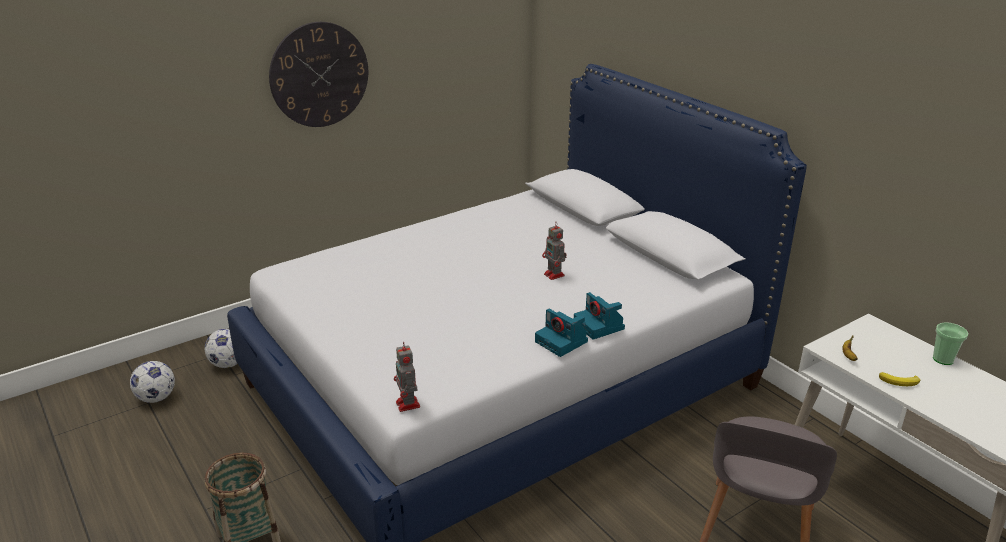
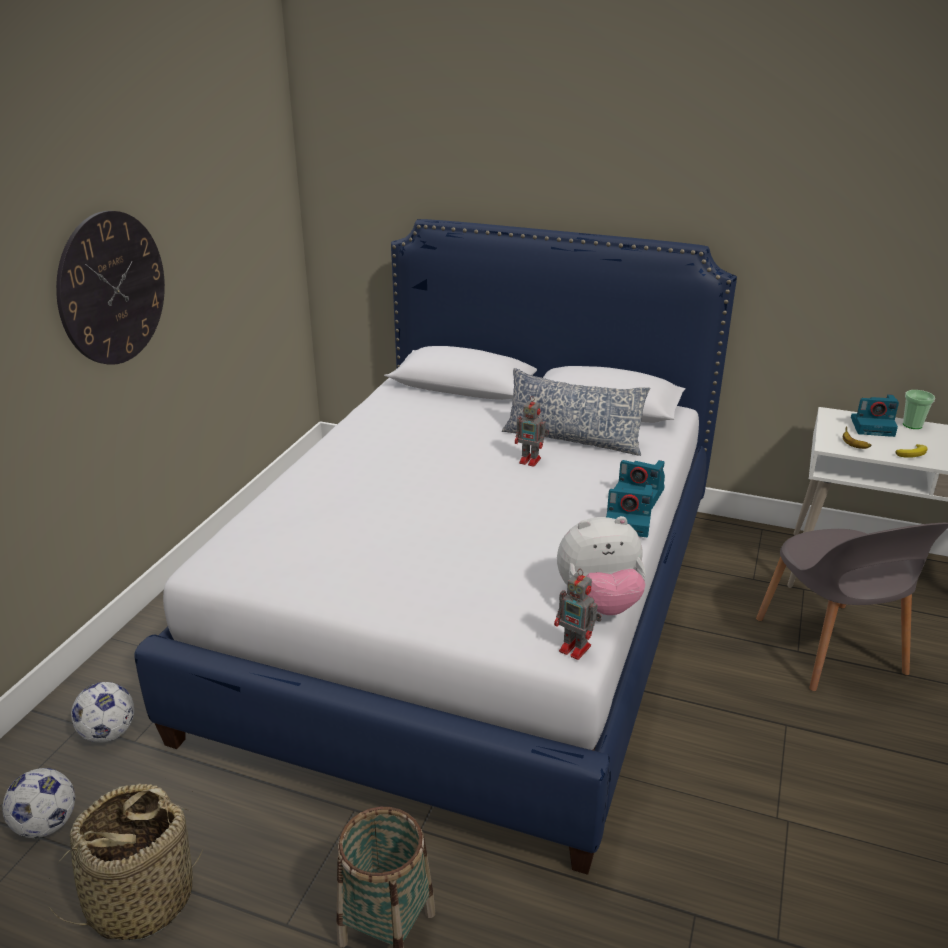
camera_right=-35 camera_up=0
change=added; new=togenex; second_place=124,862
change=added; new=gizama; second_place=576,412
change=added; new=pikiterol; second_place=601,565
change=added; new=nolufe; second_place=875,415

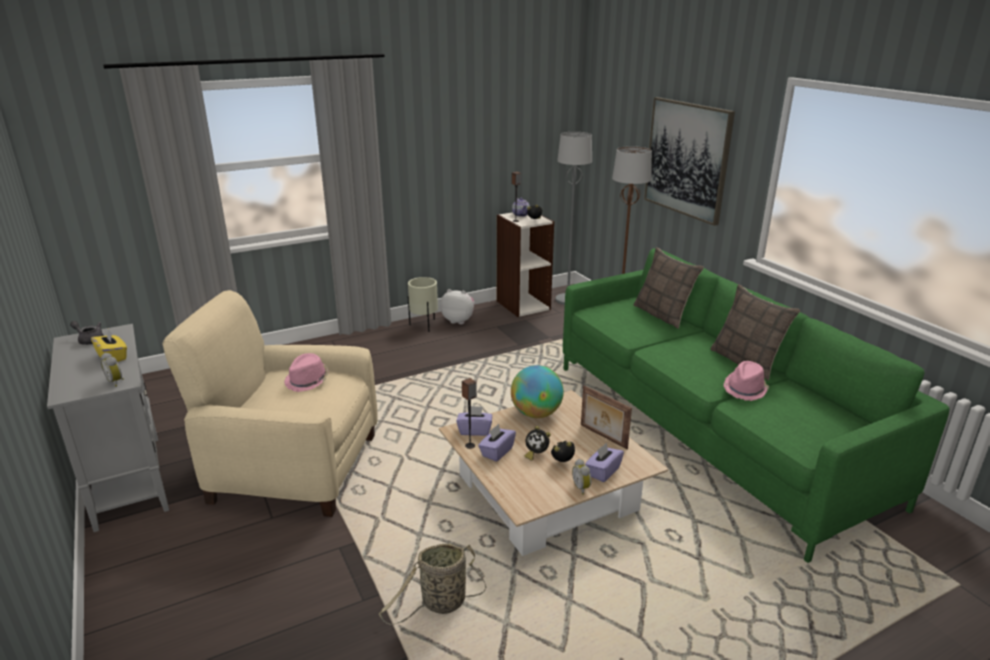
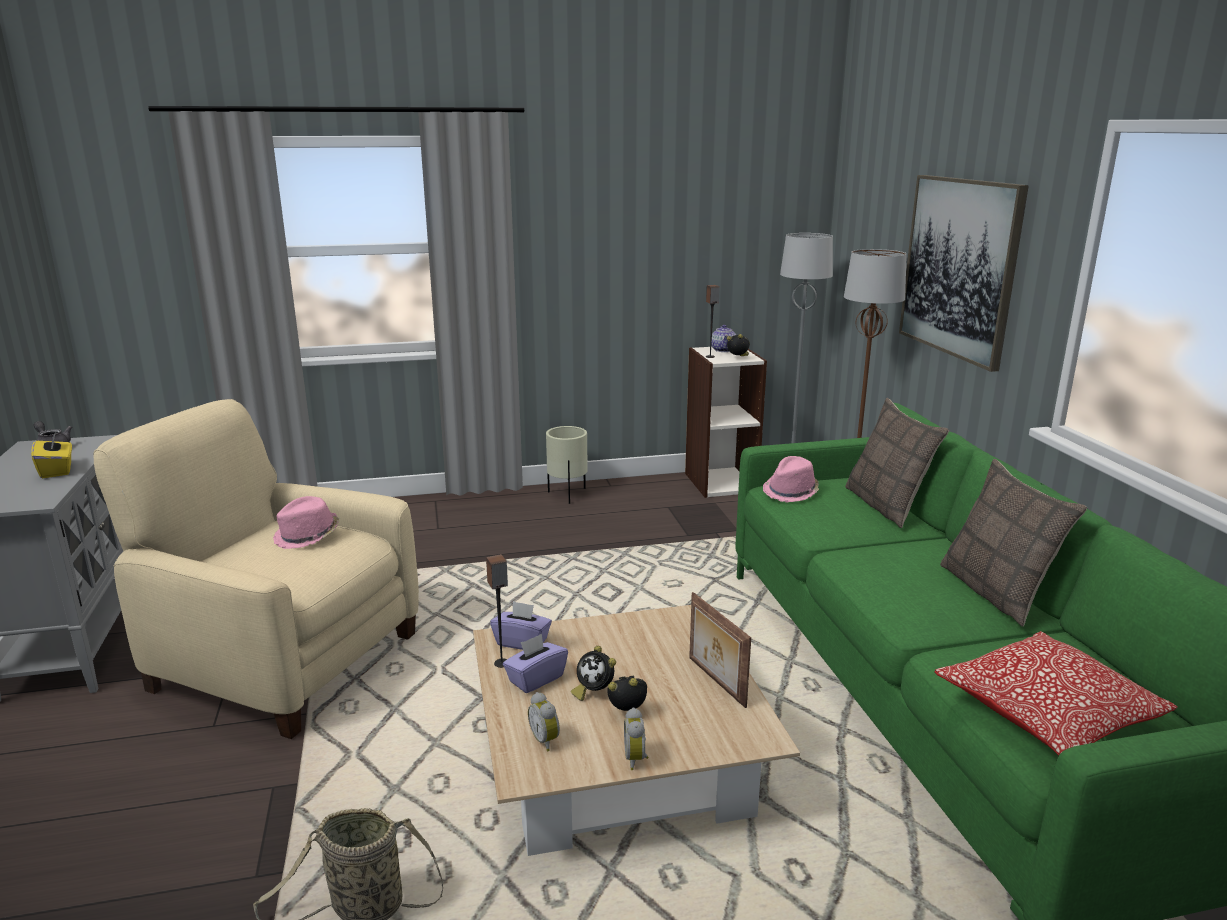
camera_right=15 camera_up=-5
change=moved; old=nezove; first_place=112,370; second_place=544,721
change=moved; old=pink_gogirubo; first_place=746,381; second_place=791,479
change=added; new=gizama; second_place=1056,693
change=removed; old=pikiterol; first_place=457,306
change=removed; old=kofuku; first_place=537,391
change=removed; old=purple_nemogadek; first_place=604,462

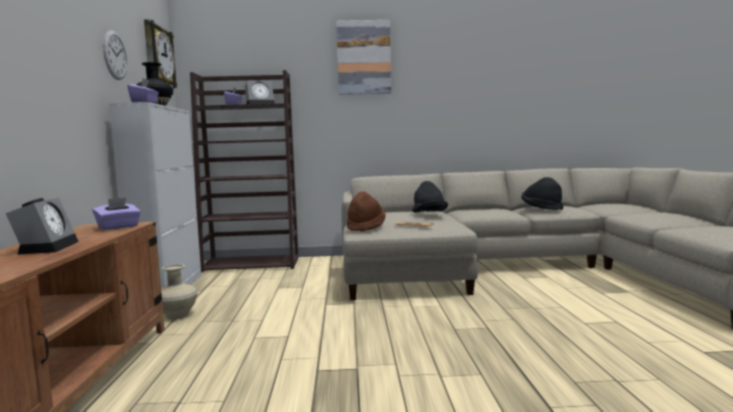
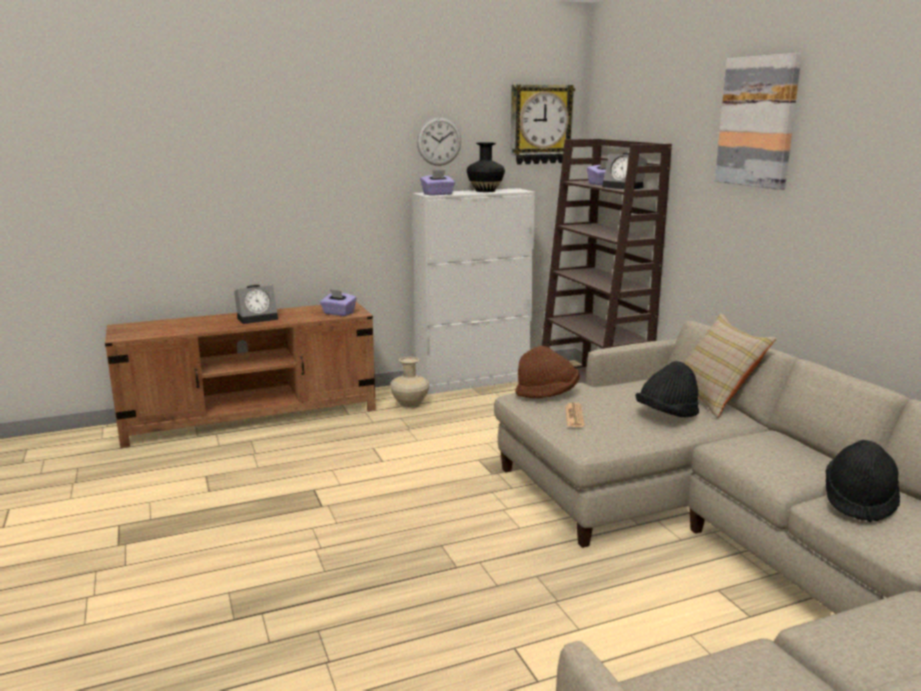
camera_right=70 camera_up=10
change=added; new=beige_gizama; second_place=730,365

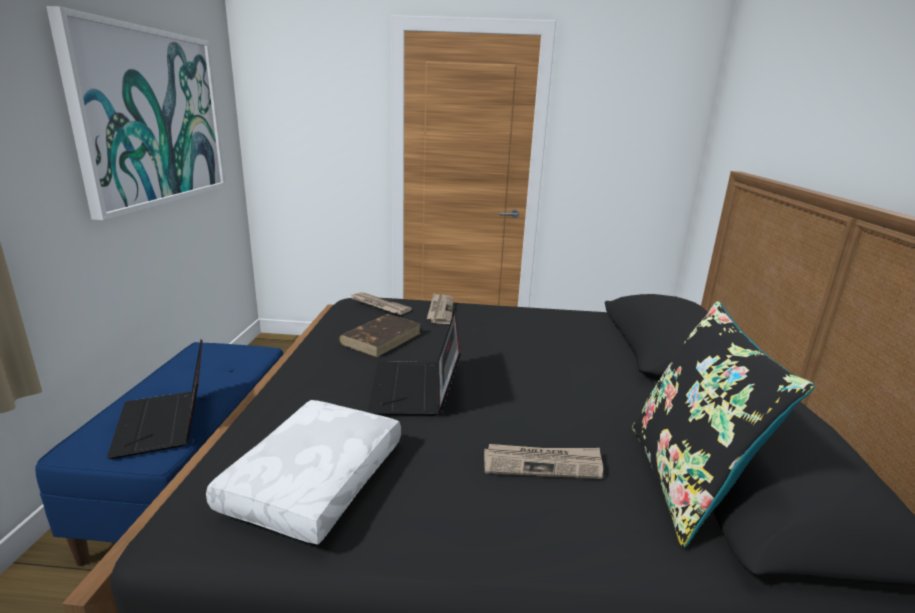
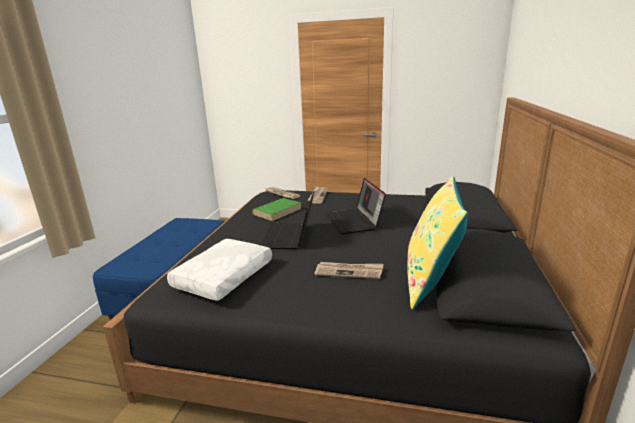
camera_right=10 camera_up=0
change=recoloured; old=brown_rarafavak; new=green_rarafavak; first_place=380,335; second_place=277,209
change=moved; old=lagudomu; first_place=155,399; second_place=355,206
change=recoloured; old=black_gizama; new=yellow_gizama; first_place=723,424; second_place=437,243
change=removed; old=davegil; first_place=136,113

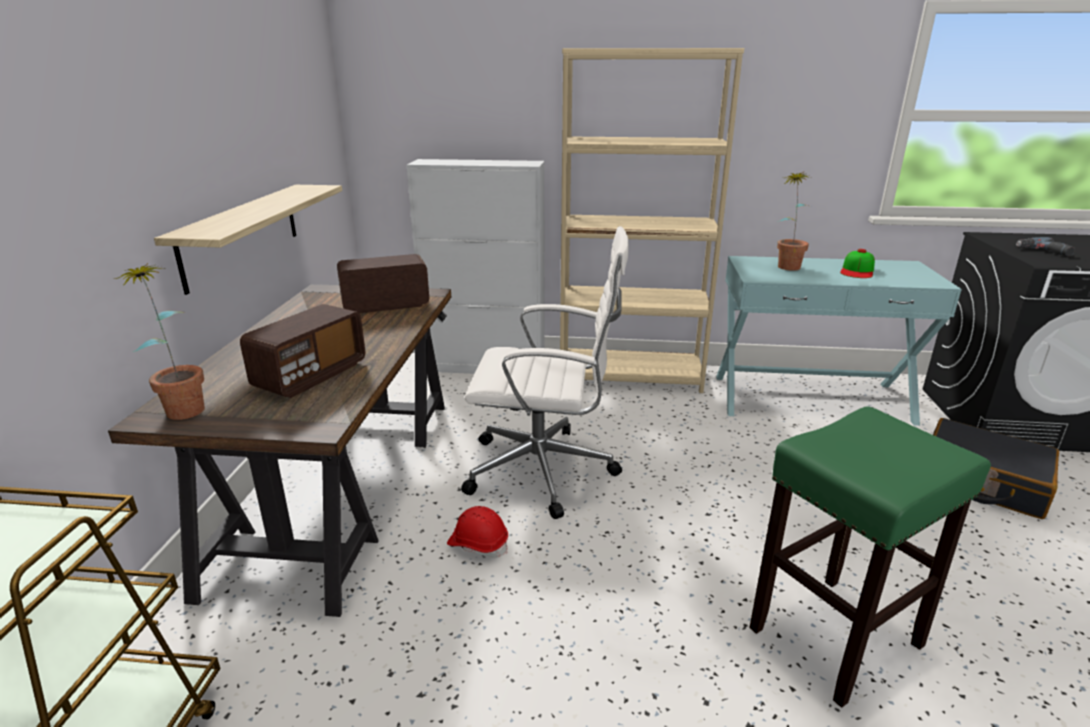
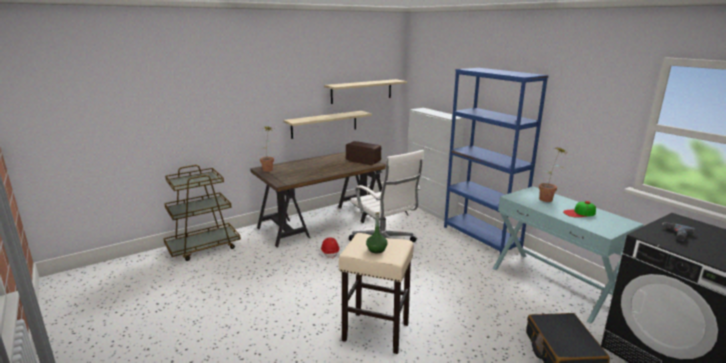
camera_right=50 camera_up=-5
change=added; new=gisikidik; second_place=365,91
change=recoloured; old=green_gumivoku; new=beige_gumivoku; first_place=870,557; second_place=376,293
change=added; new=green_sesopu; second_place=377,232
change=recoloured; old=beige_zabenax; new=blue_zabenax; first_place=652,220; second_place=496,161
change=removed; old=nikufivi; first_place=302,351

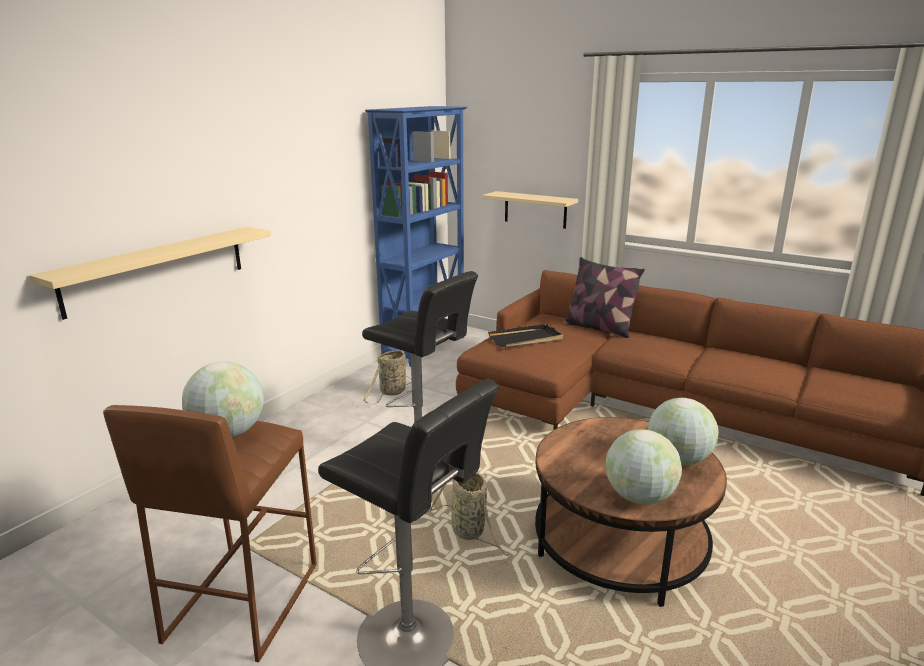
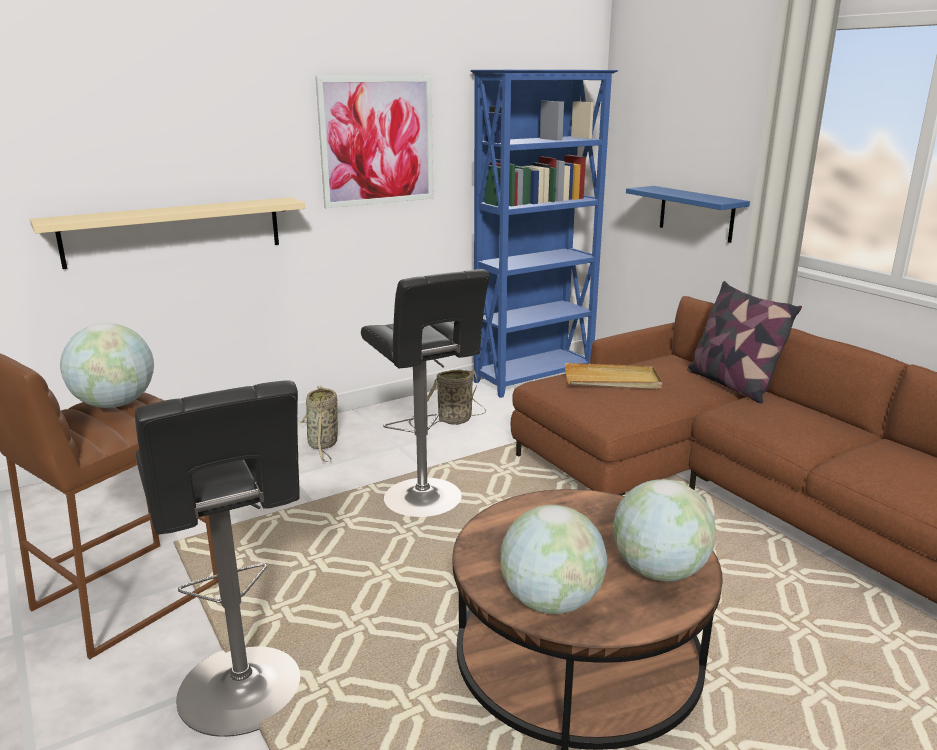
camera_right=25 camera_up=0
change=moved; old=togenex; first_place=468,514; second_place=319,424
change=added; new=davegil; second_place=374,142
change=recoloured; old=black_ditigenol; new=beige_ditigenol; first_place=525,336; second_place=613,376
change=recoloured; old=beige_gisikidik; new=blue_gisikidik; first_place=530,210; second_place=688,214

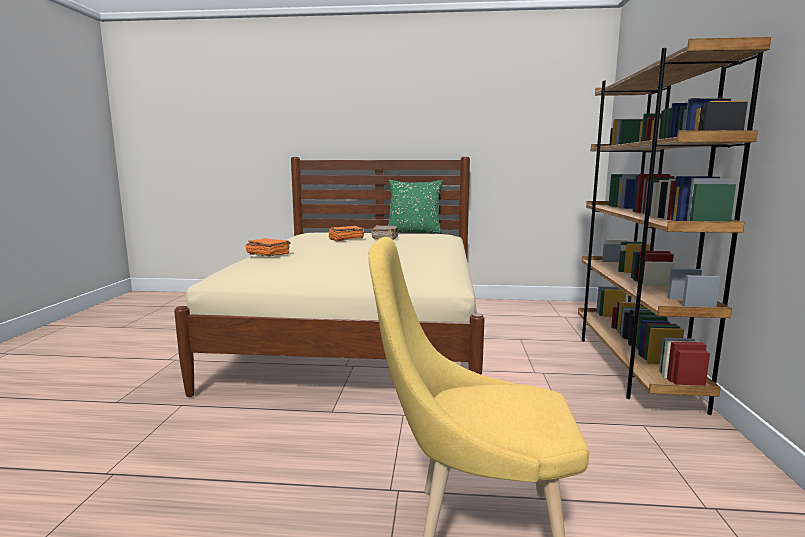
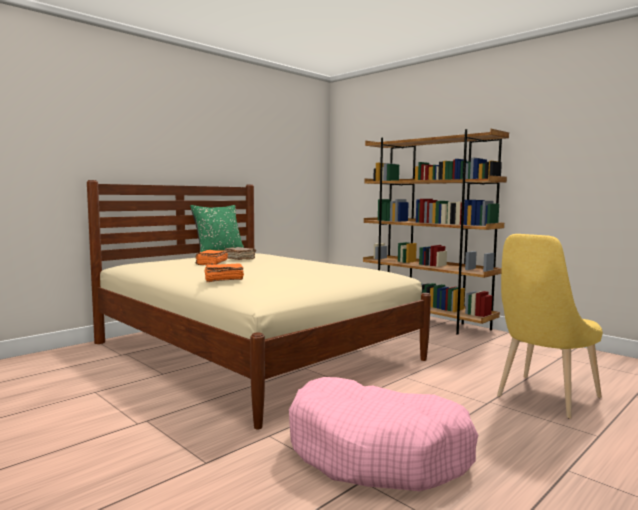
camera_right=-50 camera_up=-5
change=added; new=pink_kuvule; second_place=383,434

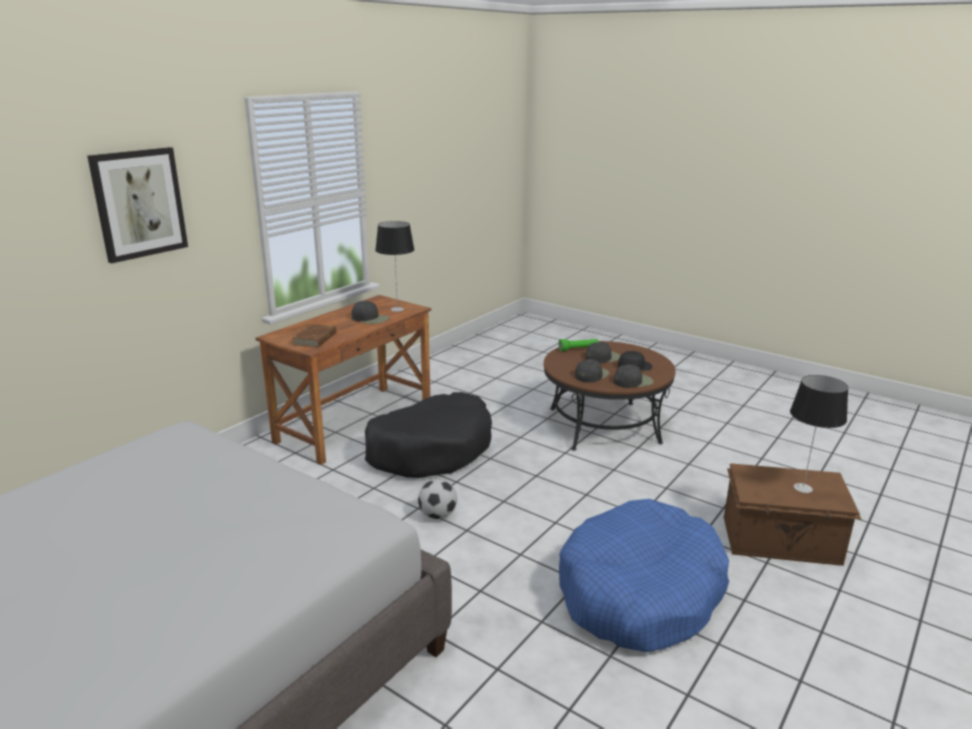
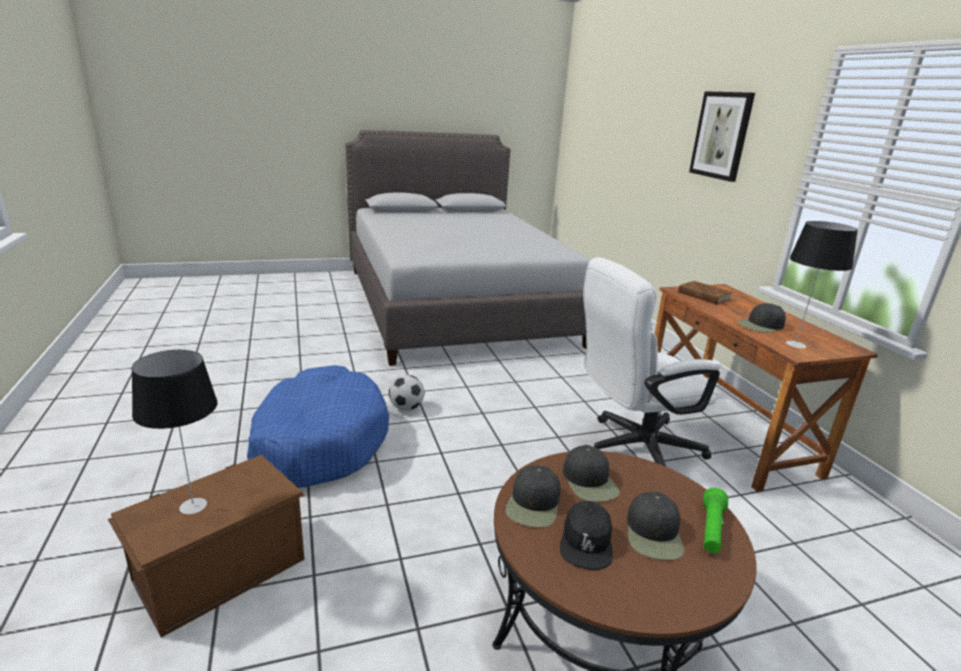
camera_right=125 camera_up=0
change=moved; old=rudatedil; first_place=437,499; second_place=407,393
change=replaced; old=black_kuvule; new=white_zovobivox; first_place=428,435; second_place=652,362

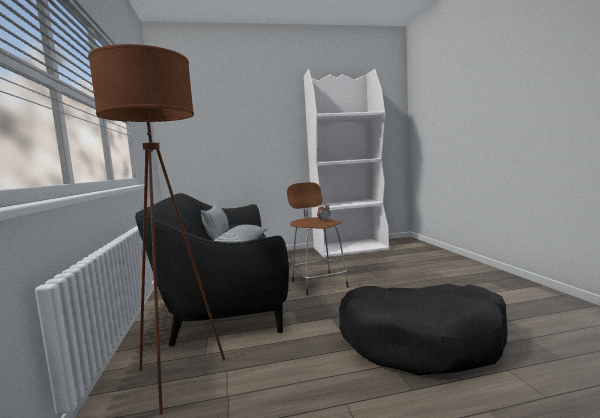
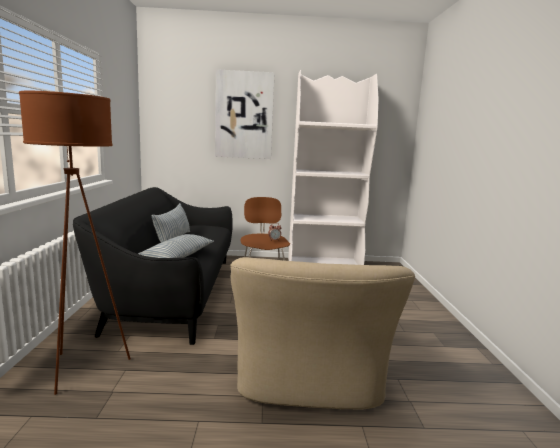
camera_right=10 camera_up=5
change=added; new=davegil; second_place=245,114
change=replaced; old=black_kuvule; new=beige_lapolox; first_place=423,330; second_place=322,333

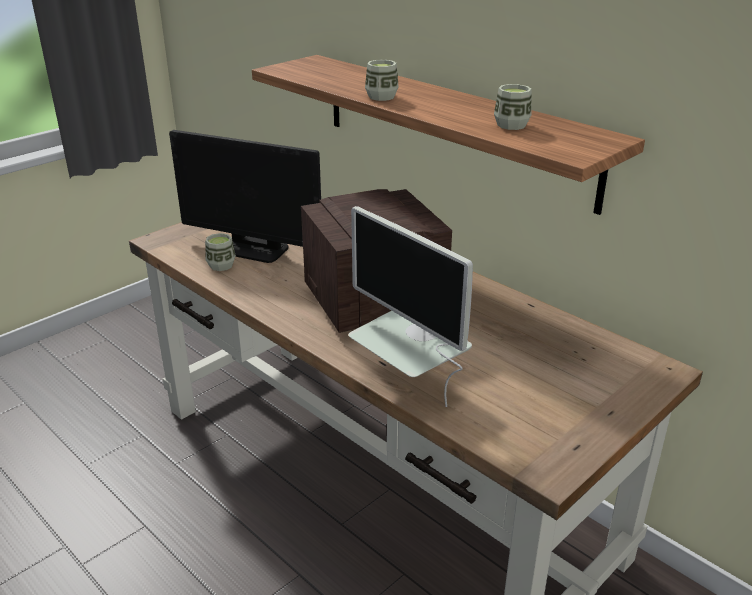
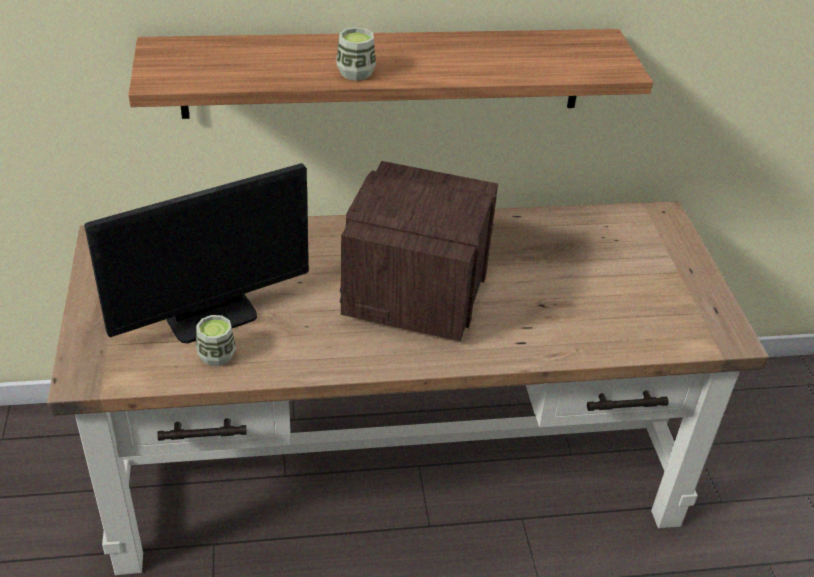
camera_right=-55 camera_up=10
change=removed; old=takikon; first_place=410,306
change=removed; old=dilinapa; first_place=513,107

